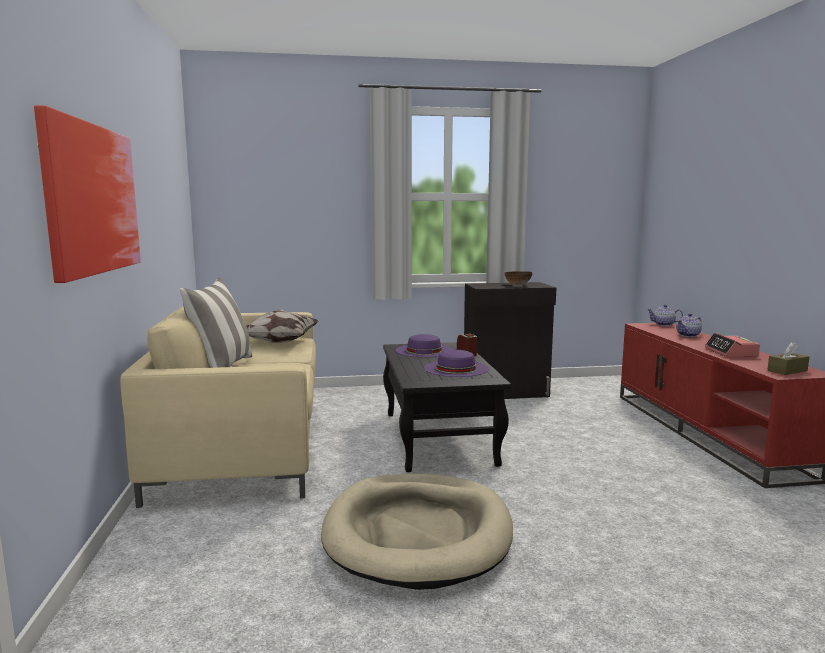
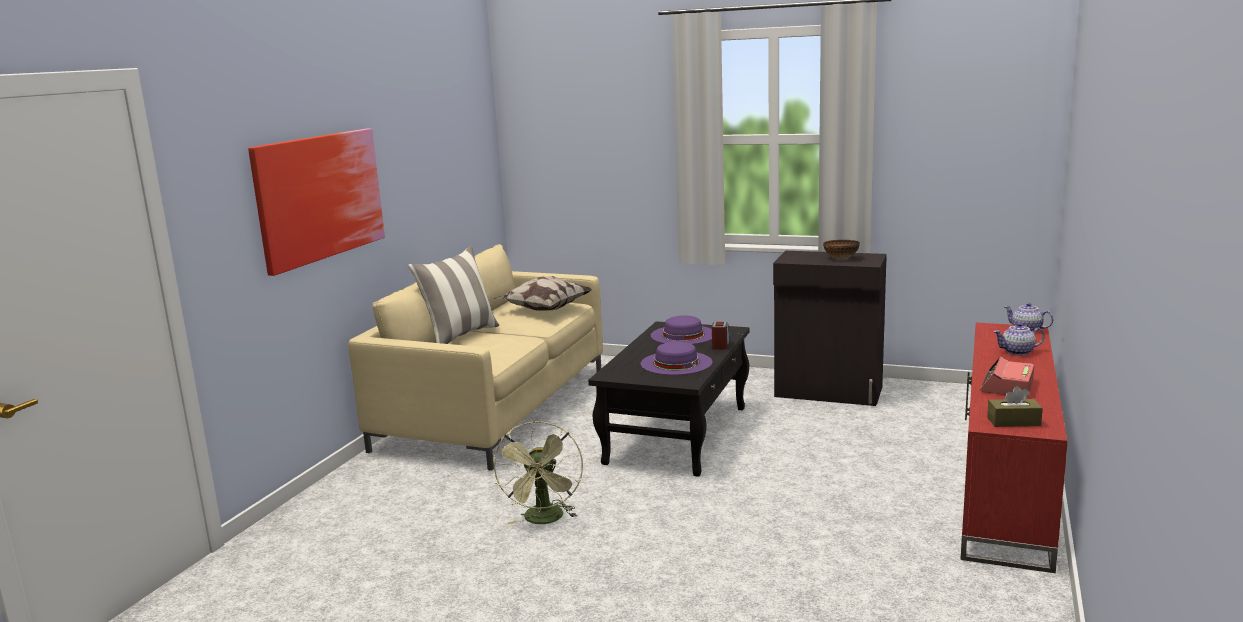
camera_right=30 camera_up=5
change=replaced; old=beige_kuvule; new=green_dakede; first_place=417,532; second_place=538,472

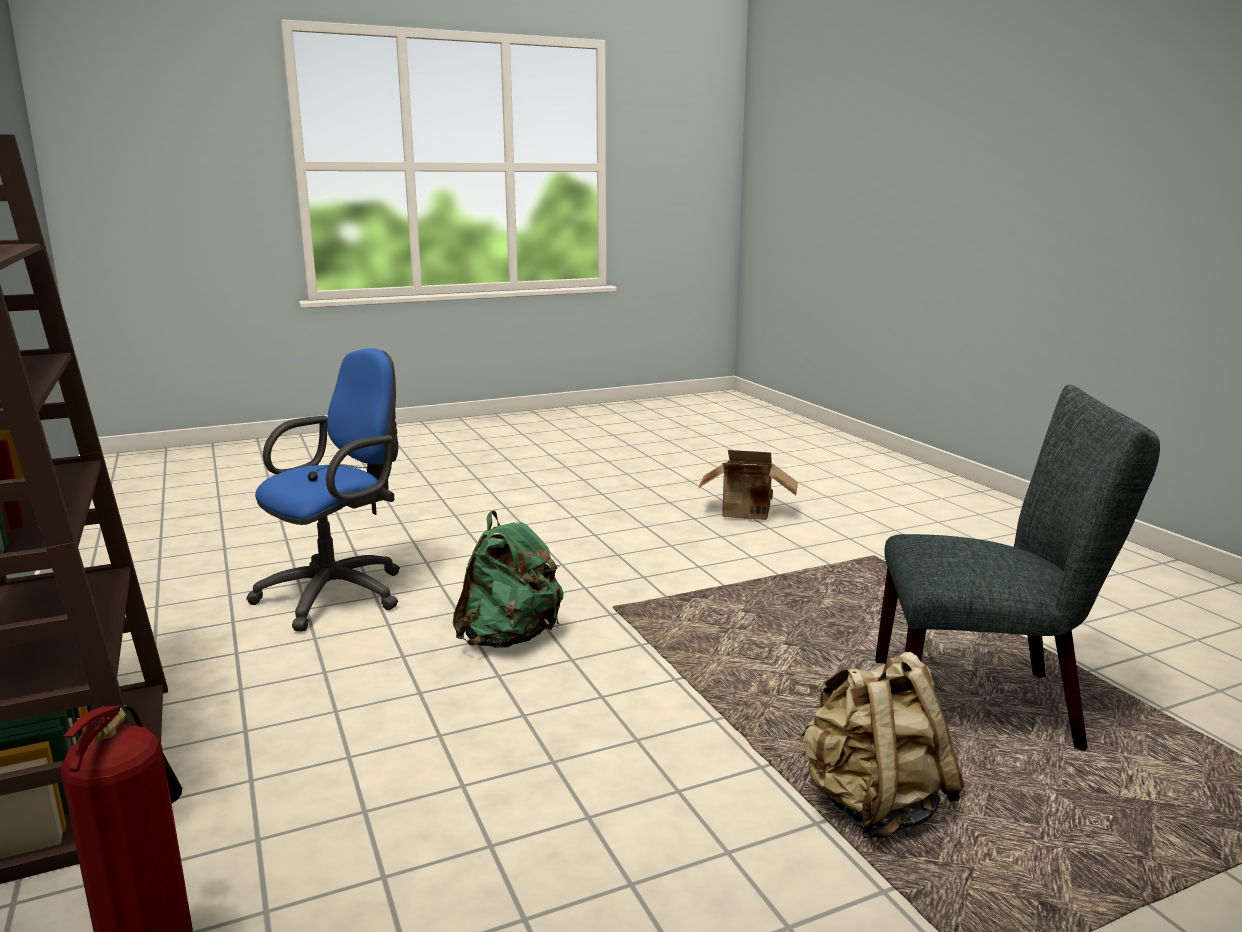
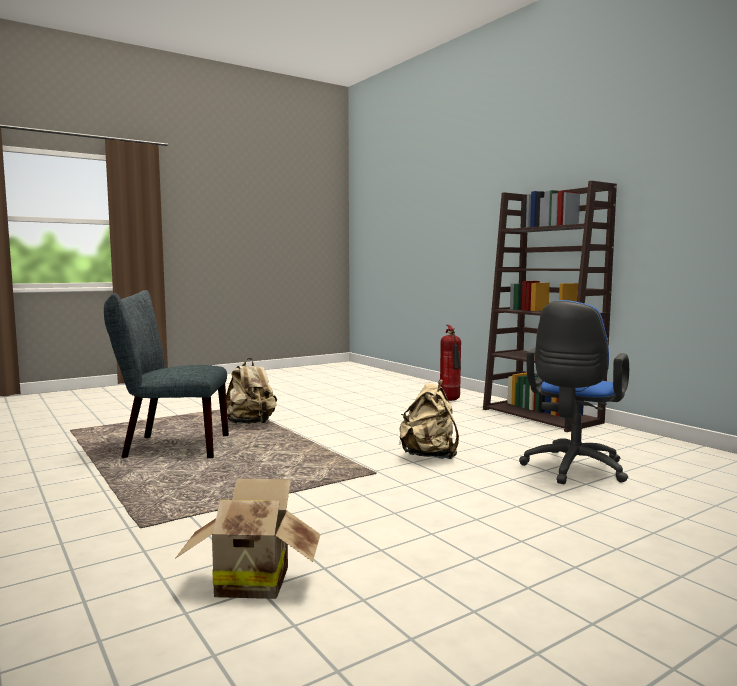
camera_right=170 camera_up=-10
change=recoloured; old=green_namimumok; new=beige_namimumok; first_place=508,579; second_place=429,419

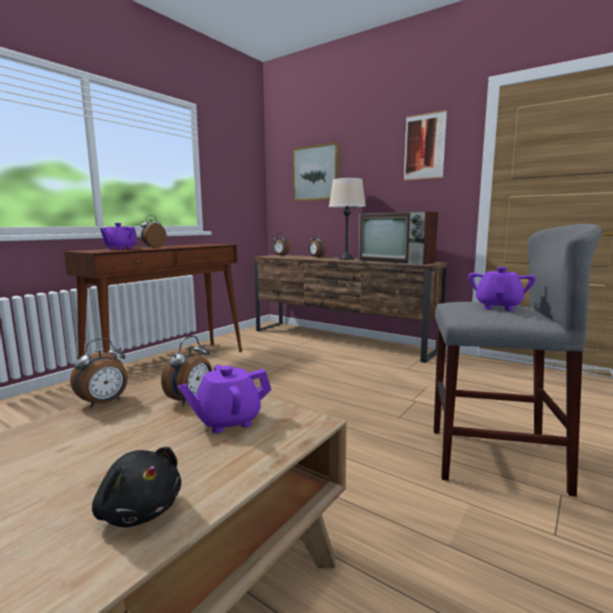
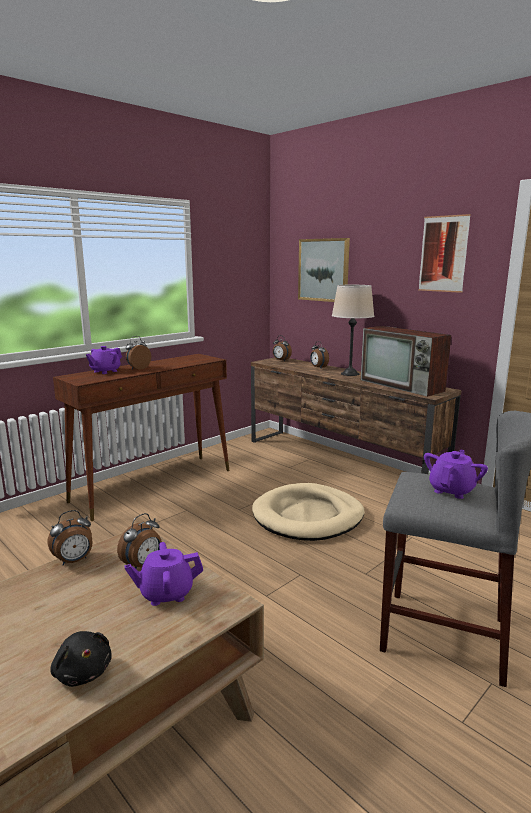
camera_right=10 camera_up=5
change=added; new=beige_kuvule; second_place=308,512

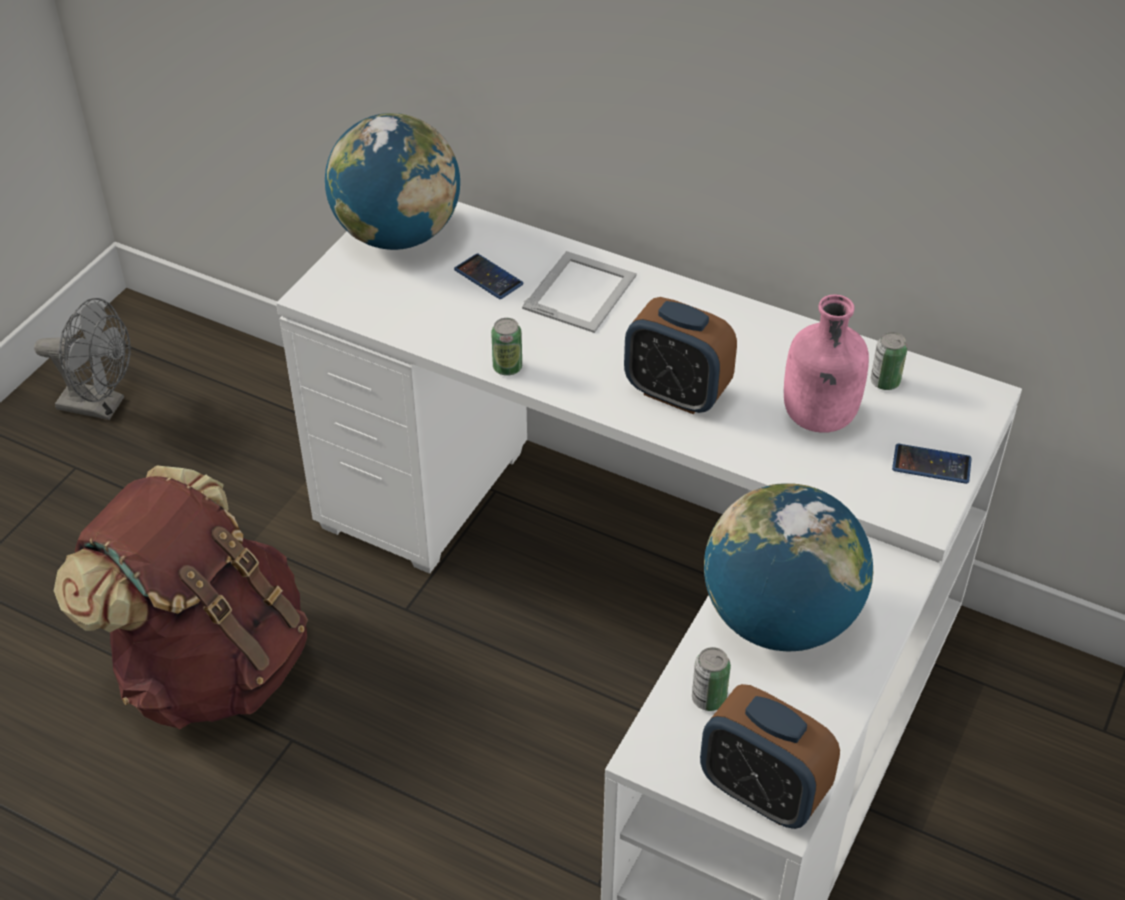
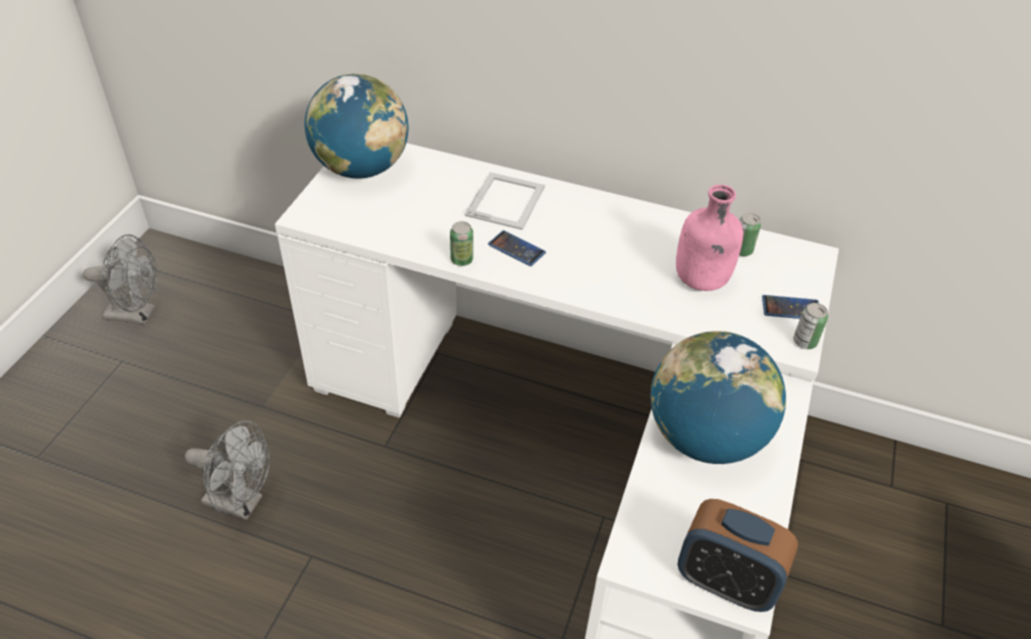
camera_right=-10 camera_up=0
change=replaced; old=brown_namimumok; new=grey_dakede; first_place=181,598; second_place=227,470
change=moved; old=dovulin; first_place=489,276; second_place=517,248
change=moved; old=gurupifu; first_place=711,679; second_place=810,326
change=removed; old=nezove; first_place=680,355

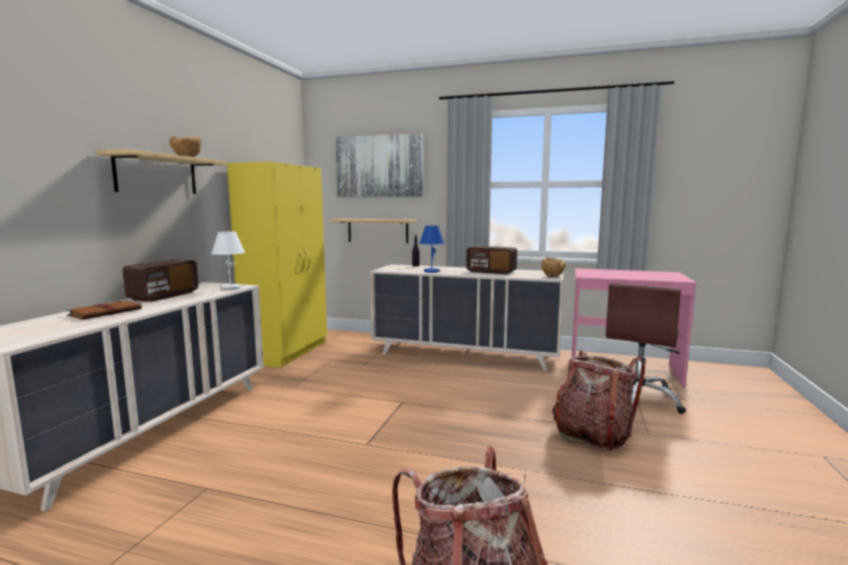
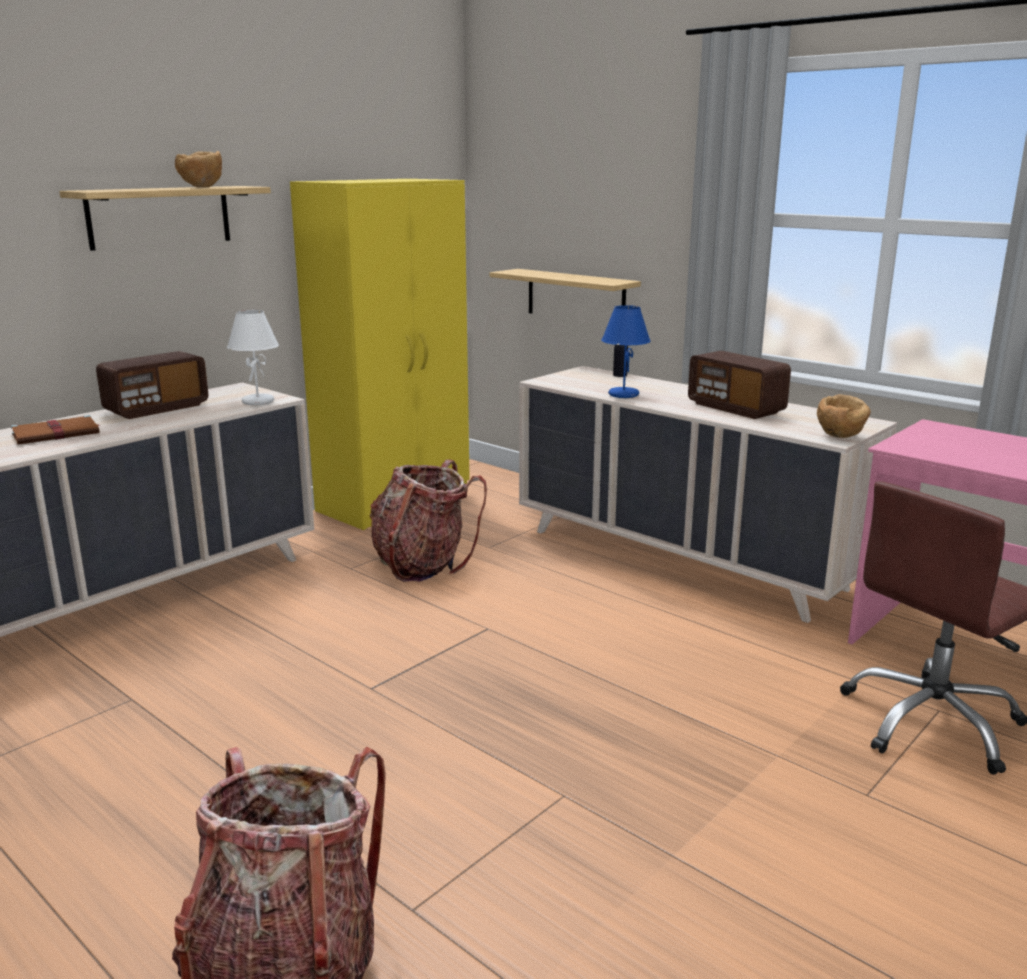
camera_right=25 camera_up=10
change=moved; old=namimumok; first_place=598,401; second_place=428,521
change=removed; old=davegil; first_place=379,165

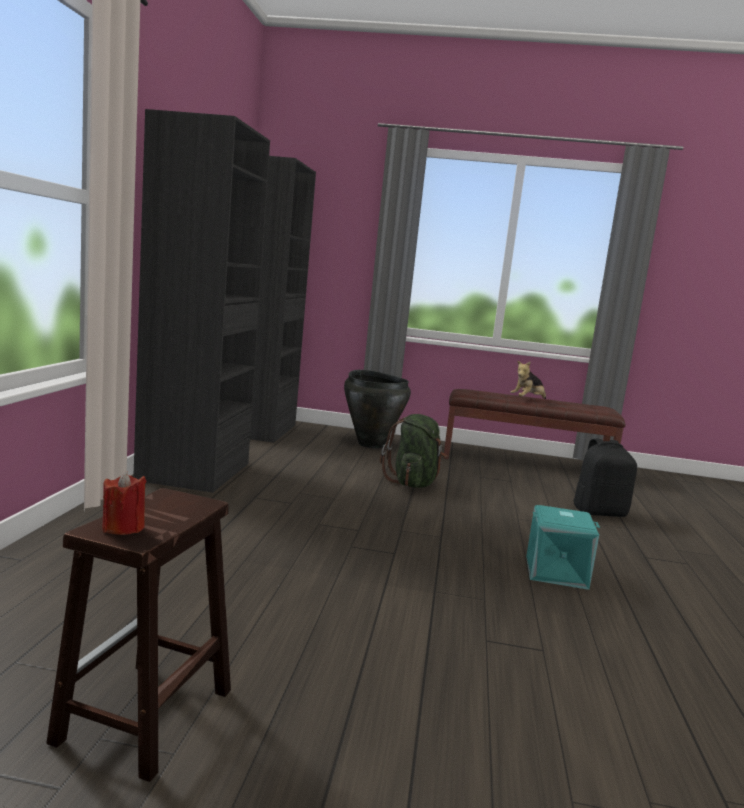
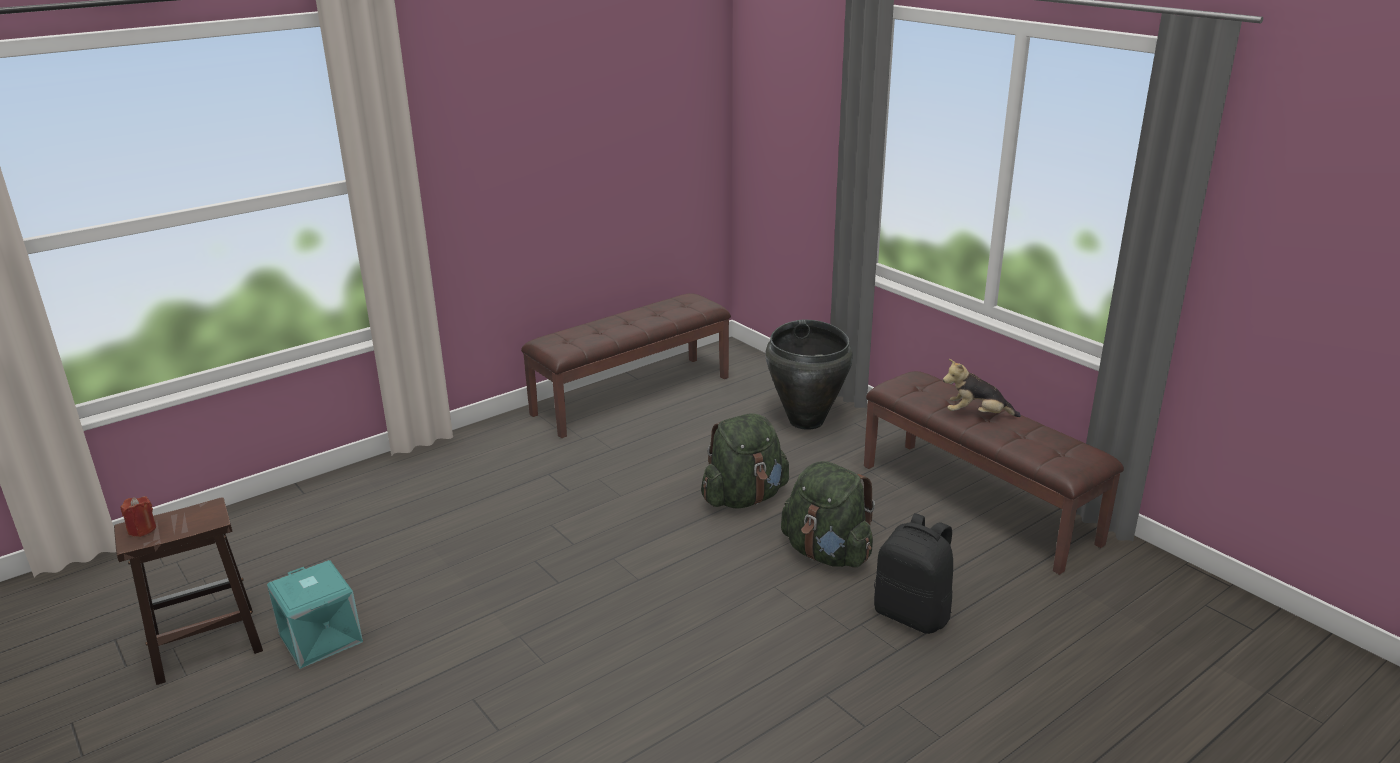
camera_right=45 camera_up=15
change=moved; old=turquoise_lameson; first_place=563,547; second_place=315,614
change=replaced; old=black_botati; new=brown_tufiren; first_place=224,301; second_place=626,365
change=added; new=green_namimumok; second_place=828,514

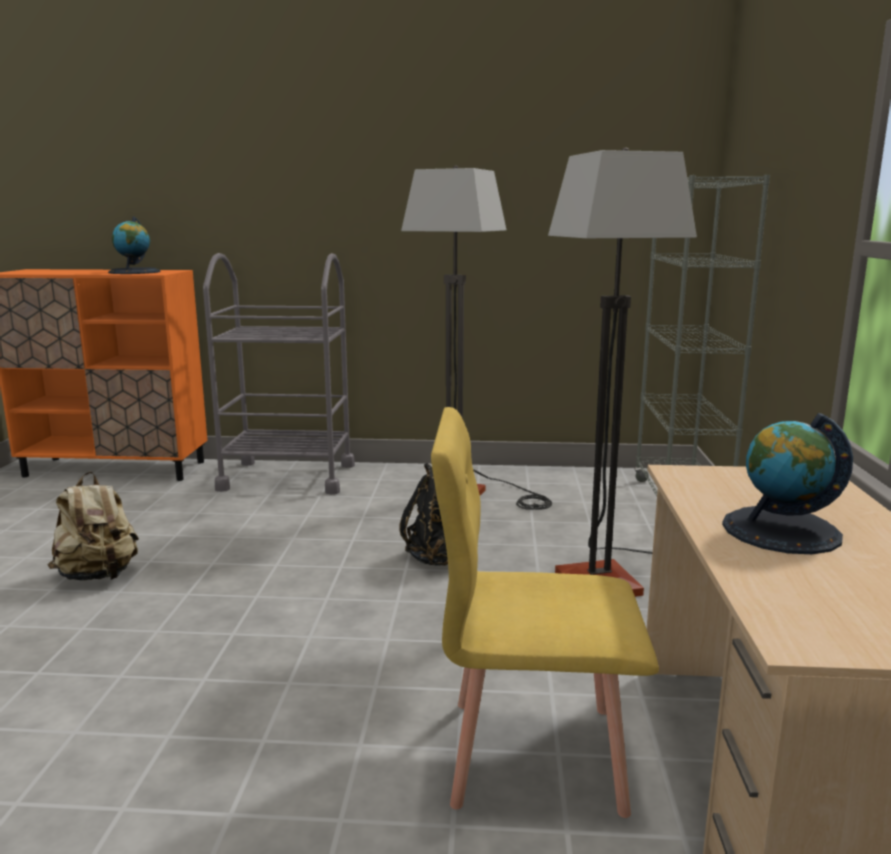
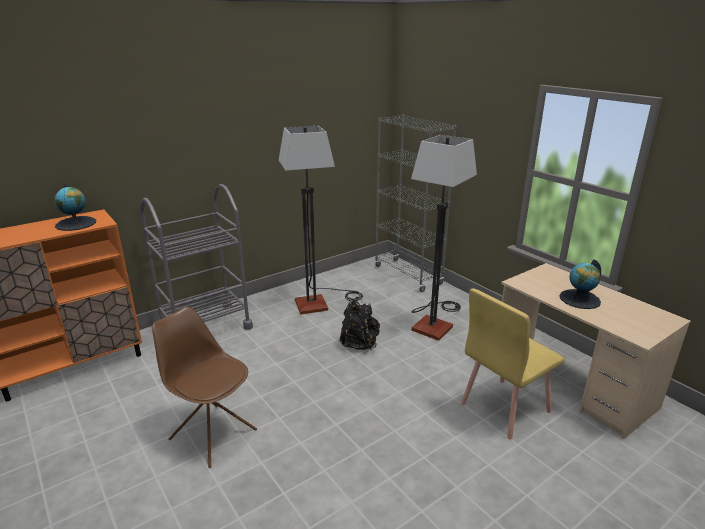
camera_right=-40 camera_up=10
change=replaced; old=beige_namimumok; new=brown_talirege; first_place=93,526; second_place=204,387

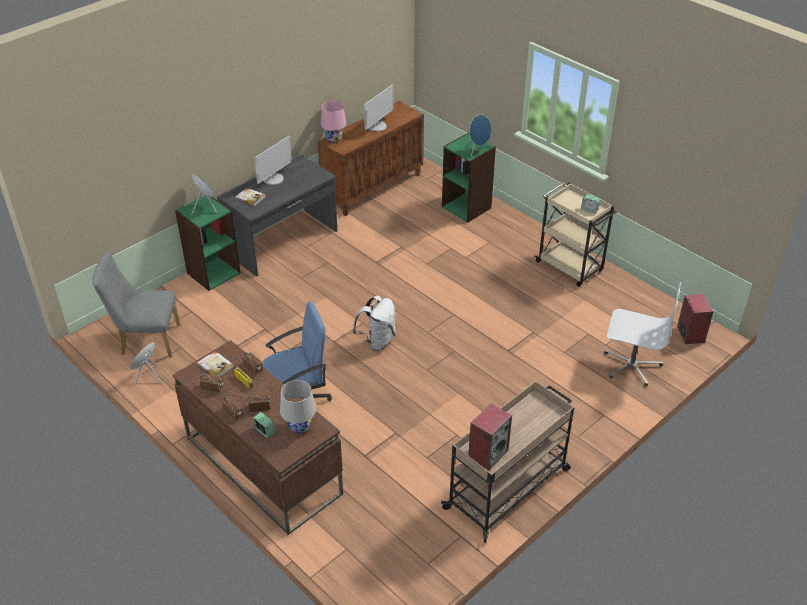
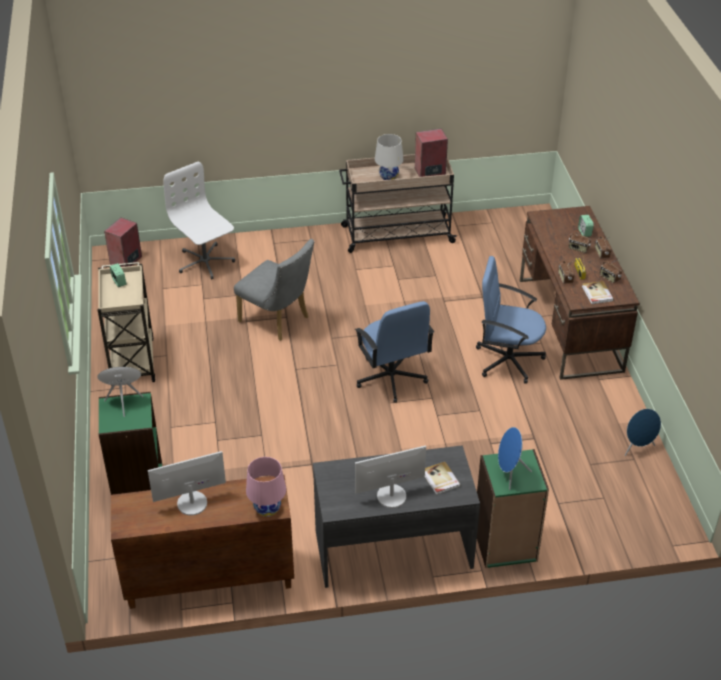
camera_right=-145 camera_up=0
change=moved; old=grey_talirege; first_place=136,304; second_place=274,290
change=replaced; old=white_namimumok; new=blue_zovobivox; first_place=374,323; second_place=394,352
change=moved; old=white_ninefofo; first_place=298,407; second_place=389,157

